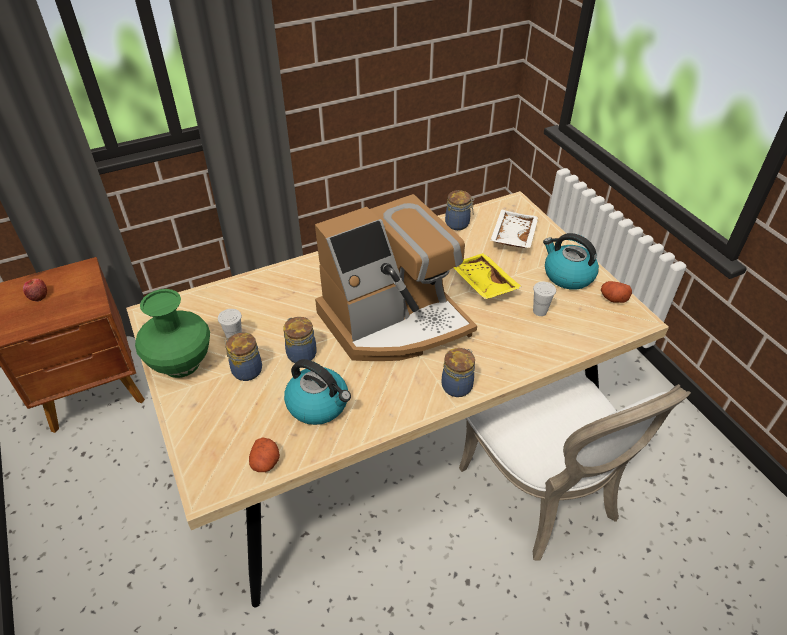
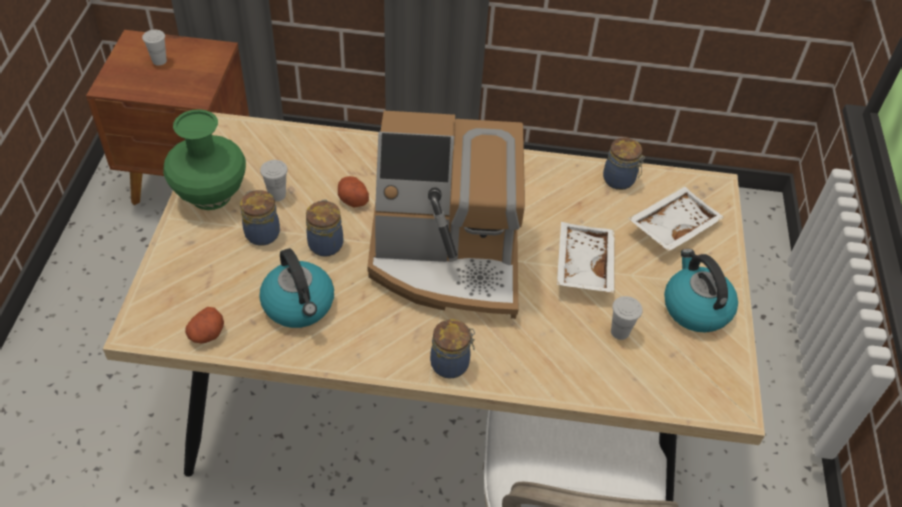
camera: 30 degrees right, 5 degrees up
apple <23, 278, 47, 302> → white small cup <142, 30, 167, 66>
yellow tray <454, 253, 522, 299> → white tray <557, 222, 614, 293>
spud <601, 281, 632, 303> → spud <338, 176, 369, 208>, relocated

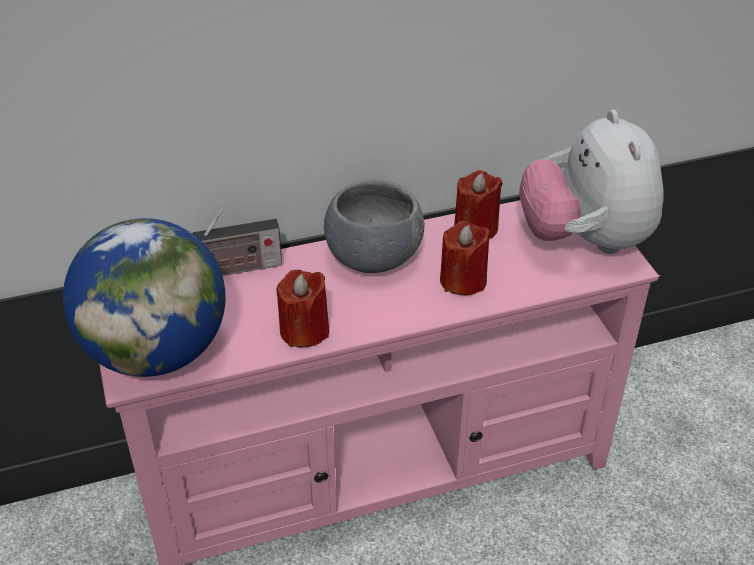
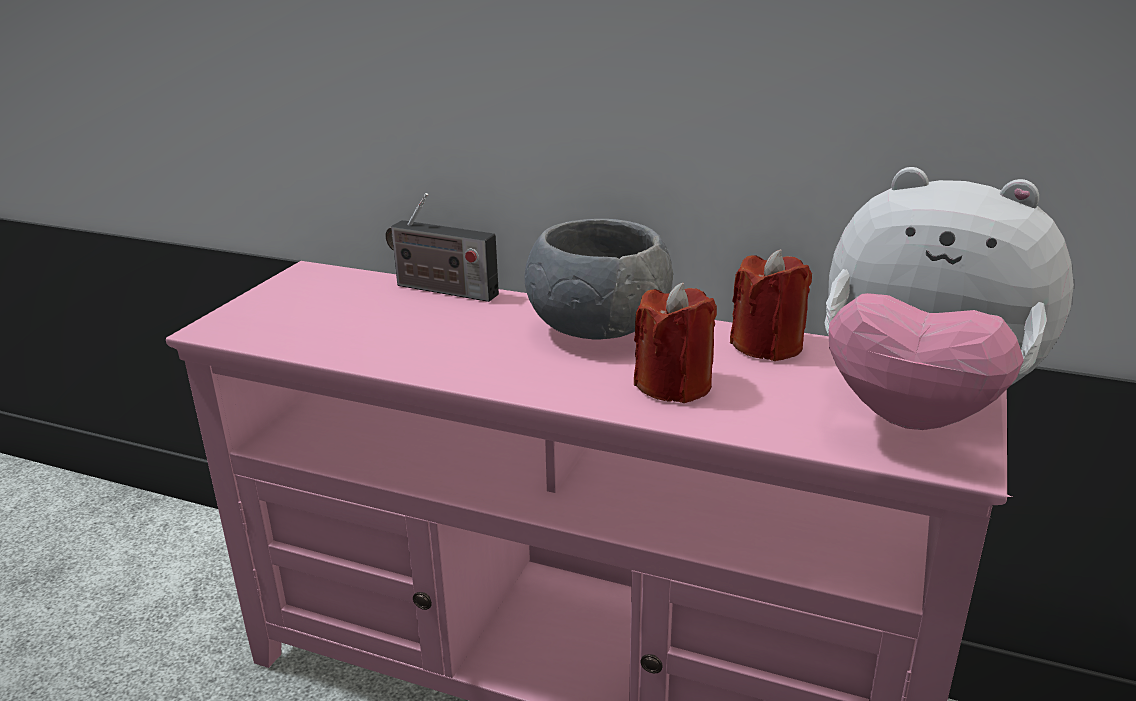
camera: 40 degrees right, 15 degrees down
desk globe <63, 218, 226, 377> → -
reddish wax candle <276, 270, 329, 347> → -
cuddly toy <519, 109, 664, 254> → cuddly toy <825, 167, 1074, 430>, 90 degrees counterclockwise

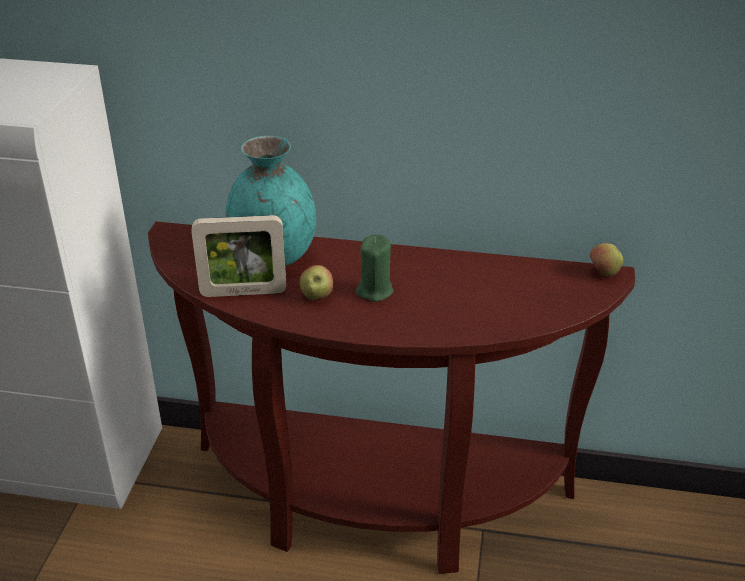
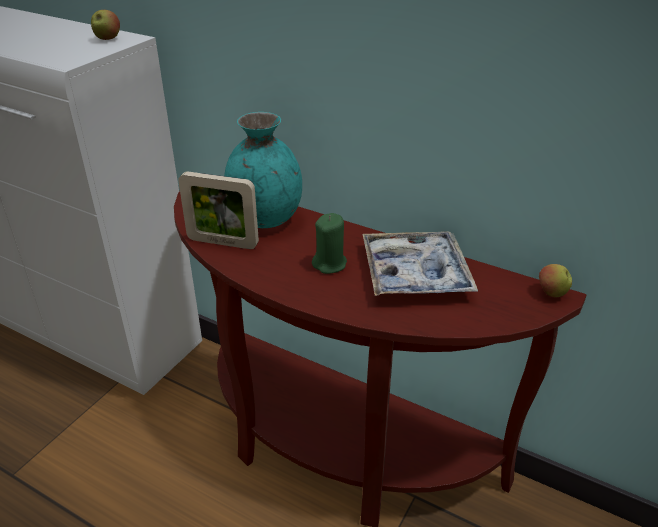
camera: 20 degrees right, 0 degrees up
apple <299, 265, 333, 300> → apple <91, 10, 120, 40>, relocated
- → tray <362, 231, 478, 296>

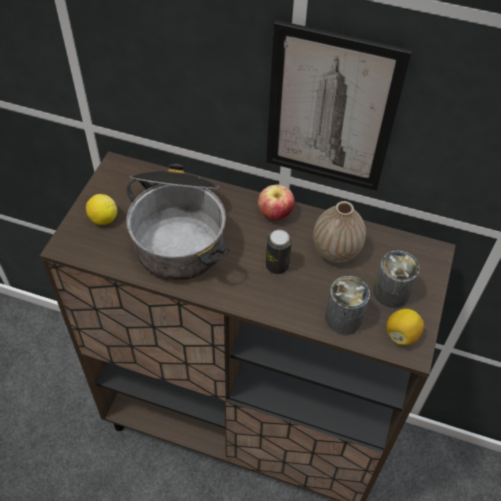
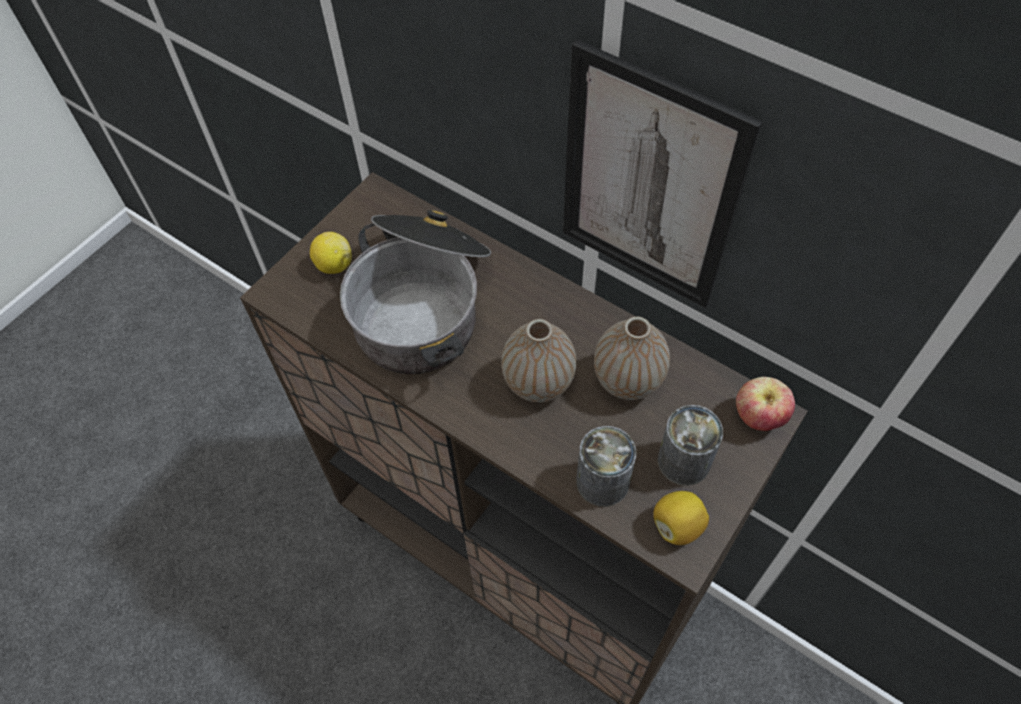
camera: 20 degrees right, 5 degrees up
apple <258, 185, 295, 220> → apple <736, 377, 795, 431>, relocated
can <266, 230, 292, 274> → flower vase <501, 319, 576, 402>

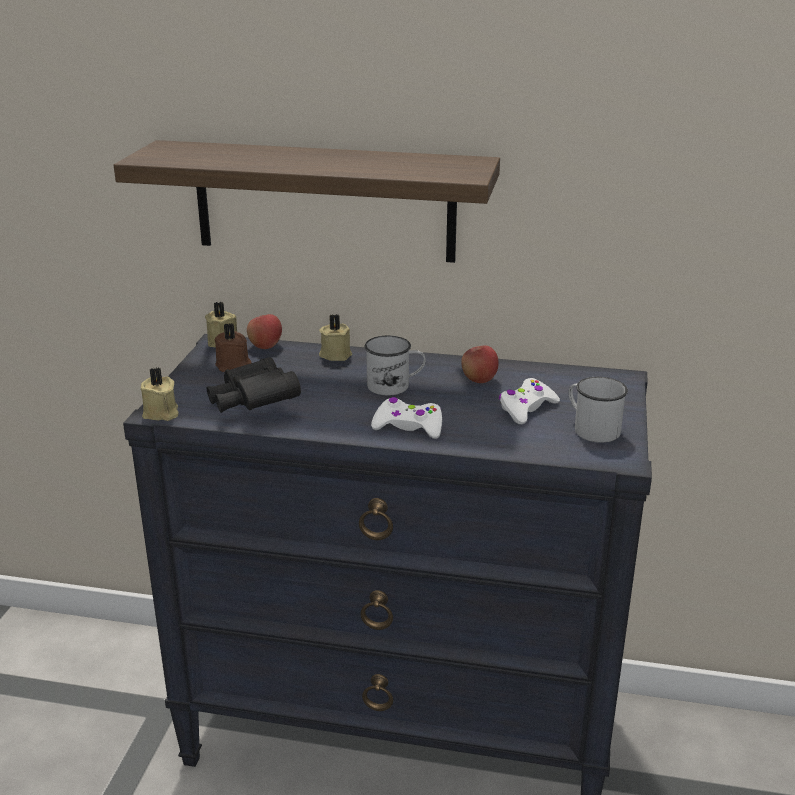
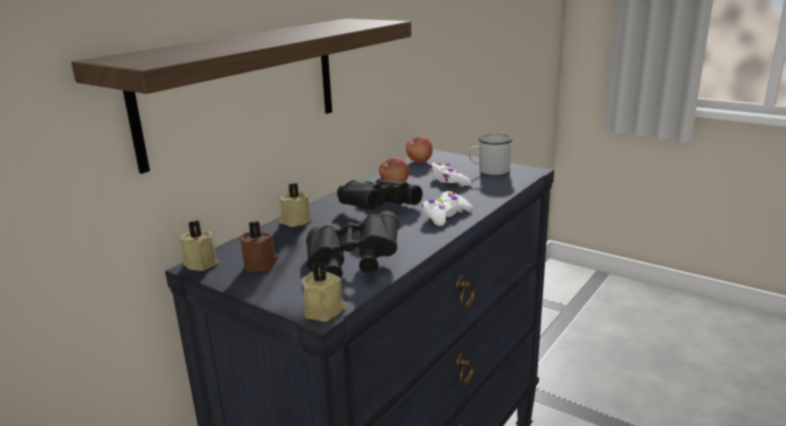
camera: 65 degrees left, 5 degrees down
apple <247, 314, 282, 349> → apple <406, 136, 433, 163>, relocated
white tea mug <365, 336, 426, 395> → black-coloured field glasses <337, 178, 423, 210>

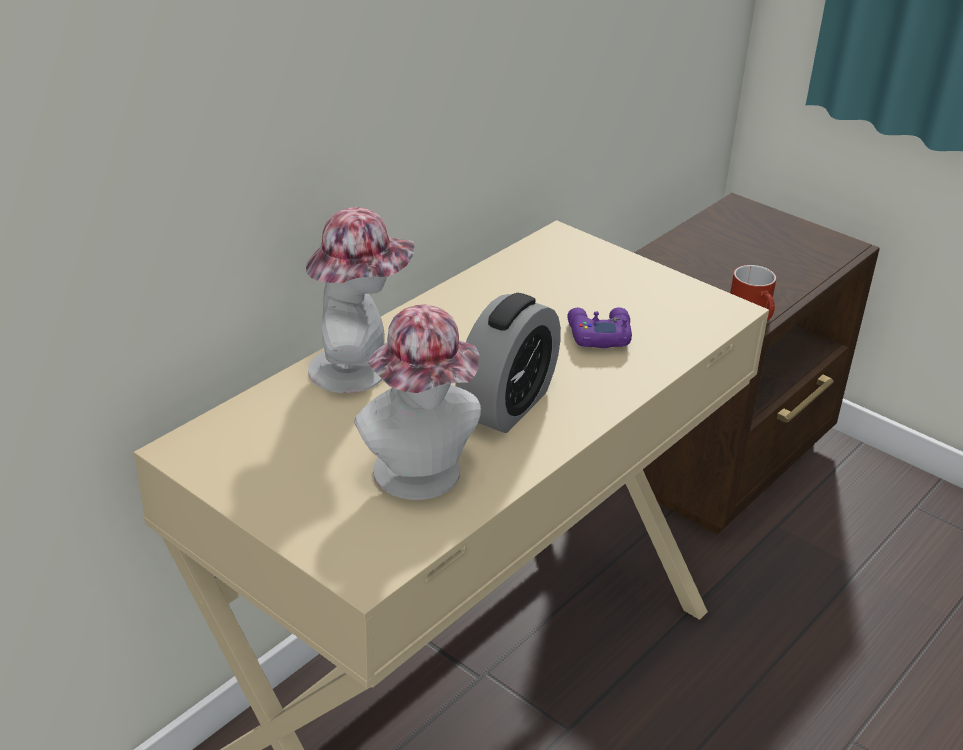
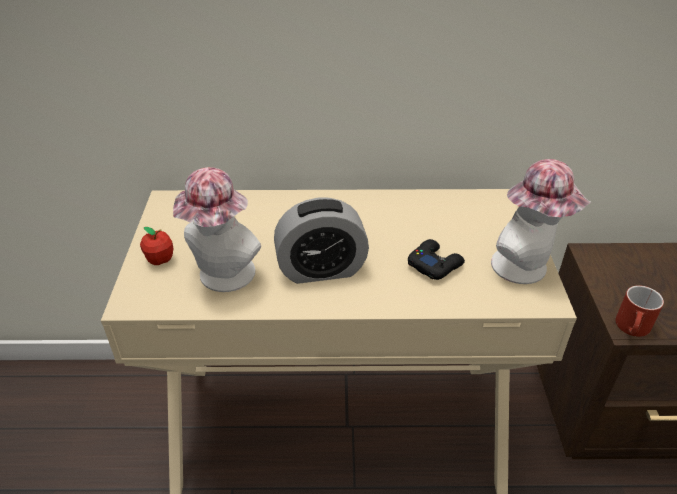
camera: 50 degrees right, 5 degrees up
wearable hat <306, 207, 415, 393> → wearable hat <491, 159, 590, 284>, relocated
purple gamepad <567, 307, 632, 348> → black-coloured gamepad <408, 239, 465, 280>
- → apple <140, 227, 173, 265>

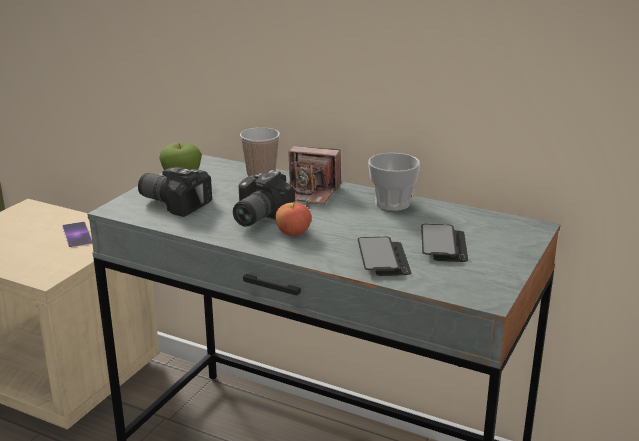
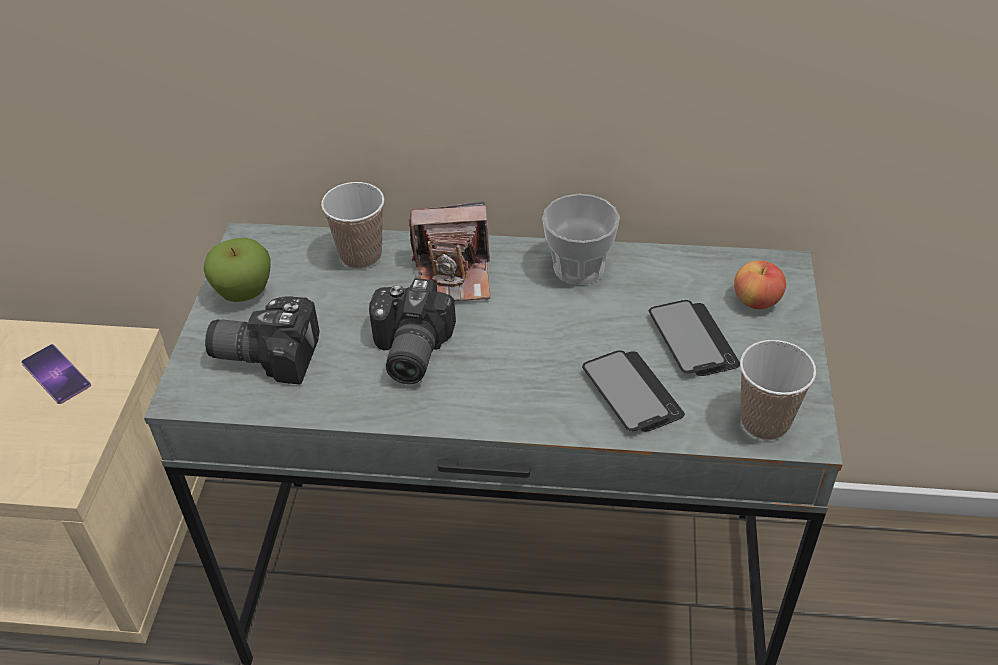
camera: 20 degrees left, 20 degrees up
apple <275, 200, 311, 236> → apple <734, 260, 786, 309>, relocated
- → small cup <740, 340, 816, 440>

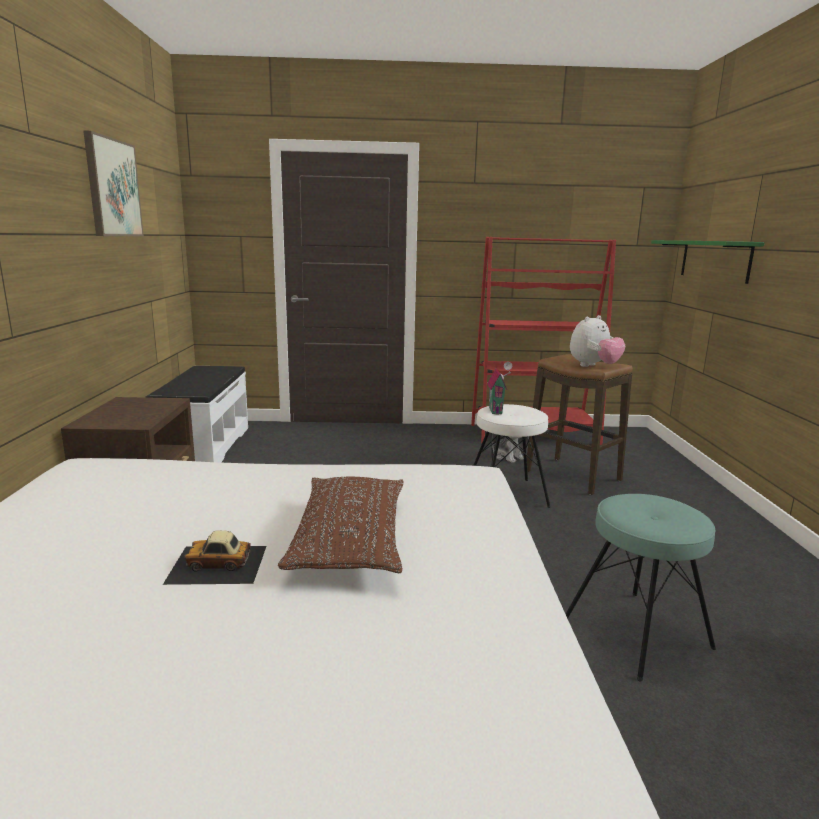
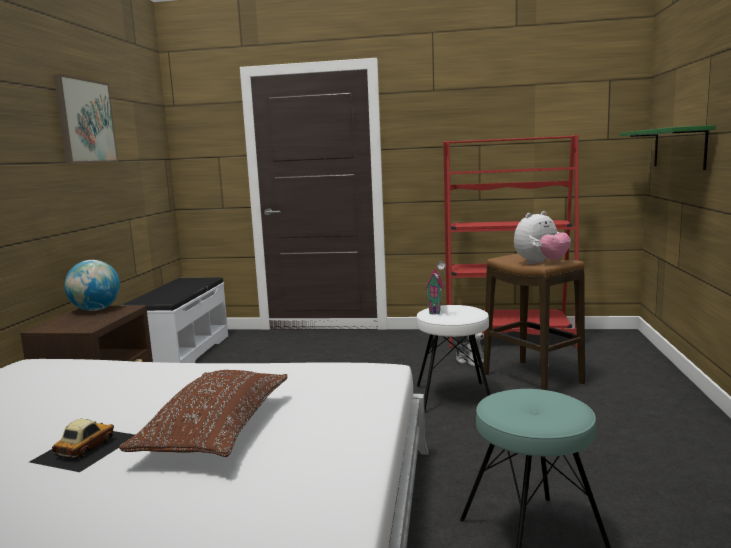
camera: 10 degrees right, 5 degrees down
toy car <163, 530, 267, 585> → toy car <29, 419, 135, 472>, 105 degrees clockwise
- → desk globe <64, 260, 120, 311>

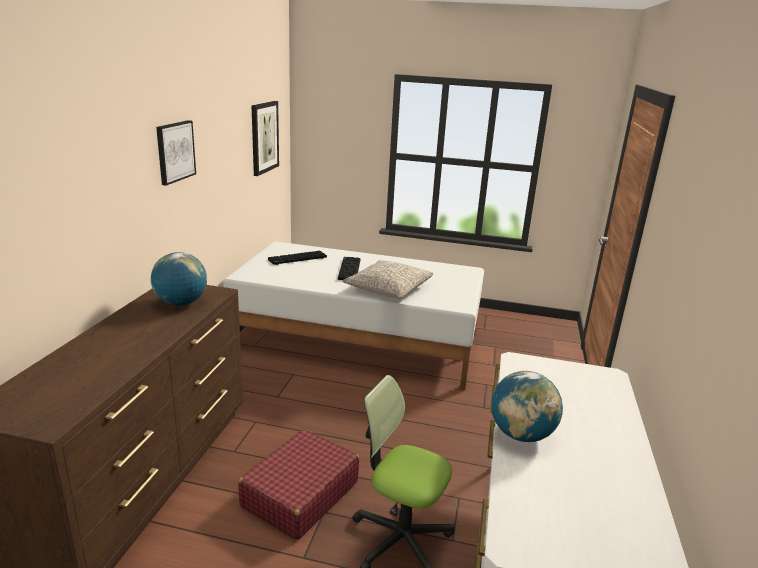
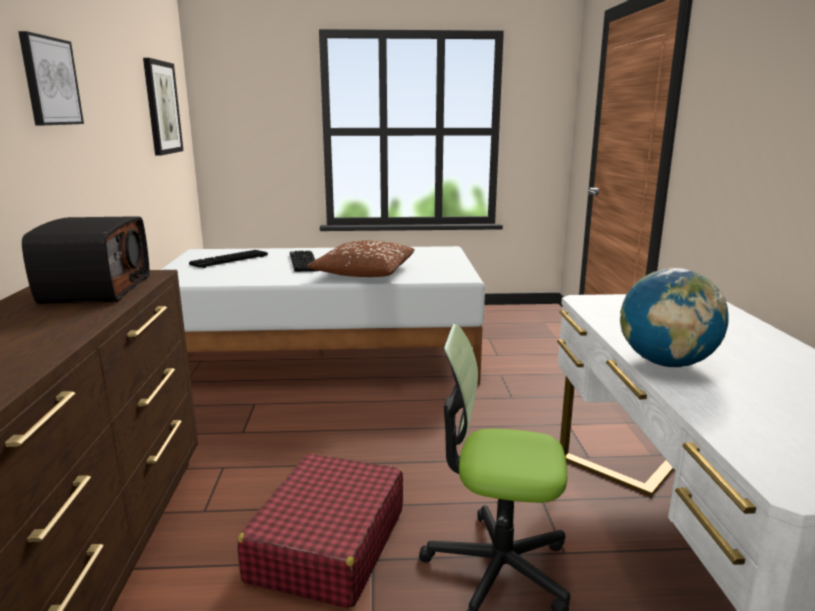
camera: 15 degrees left, 5 degrees down
desk globe <151, 252, 207, 306> → radio receiver <22, 216, 150, 304>
grey cushion <342, 260, 433, 299> → brownish cushion <307, 240, 415, 277>

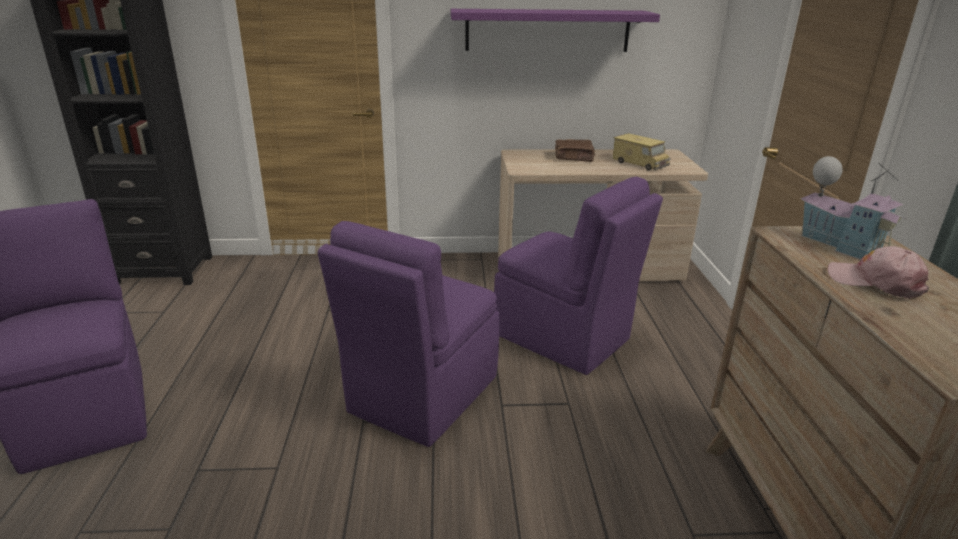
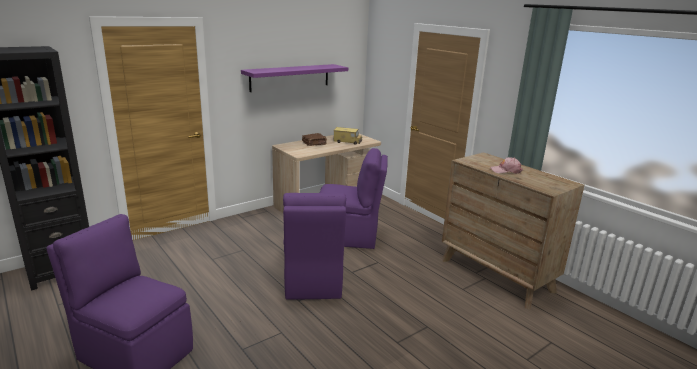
camera: 35 degrees left, 5 degrees down
model house <801, 156, 907, 260> → -

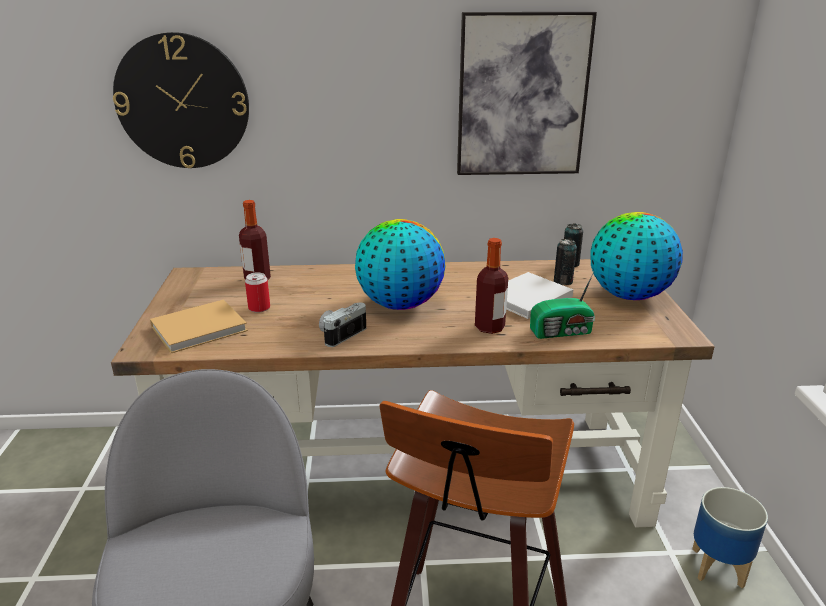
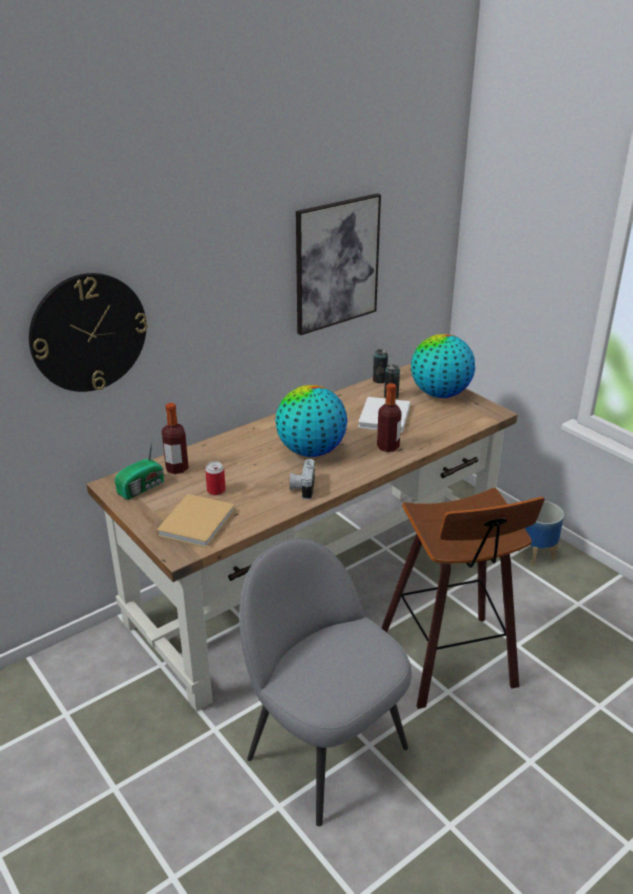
camera: 35 degrees left, 5 degrees up
radio receiver <530, 271, 595, 339> → radio receiver <115, 435, 164, 500>, relocated

